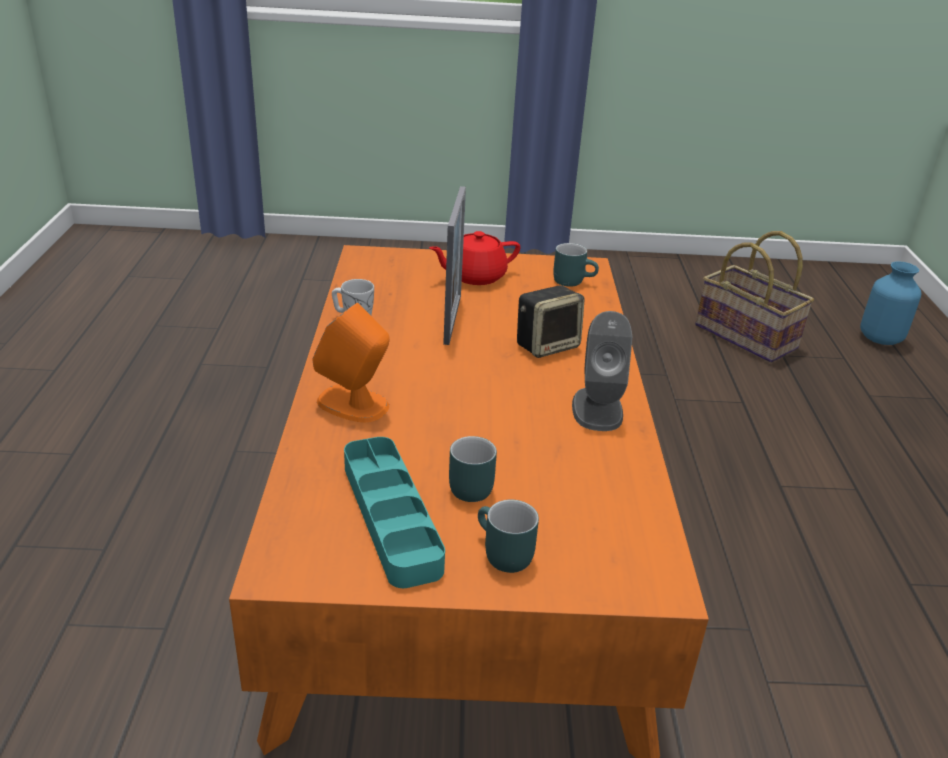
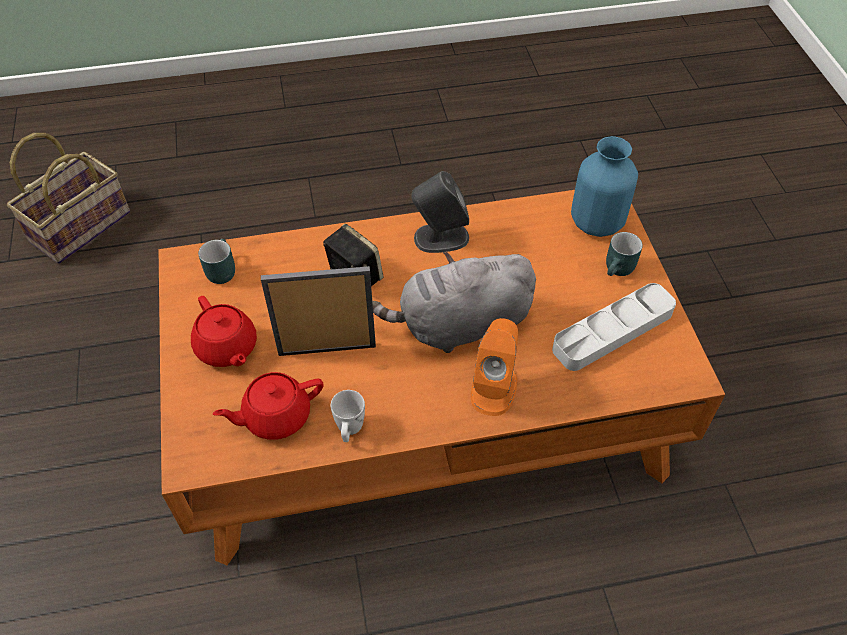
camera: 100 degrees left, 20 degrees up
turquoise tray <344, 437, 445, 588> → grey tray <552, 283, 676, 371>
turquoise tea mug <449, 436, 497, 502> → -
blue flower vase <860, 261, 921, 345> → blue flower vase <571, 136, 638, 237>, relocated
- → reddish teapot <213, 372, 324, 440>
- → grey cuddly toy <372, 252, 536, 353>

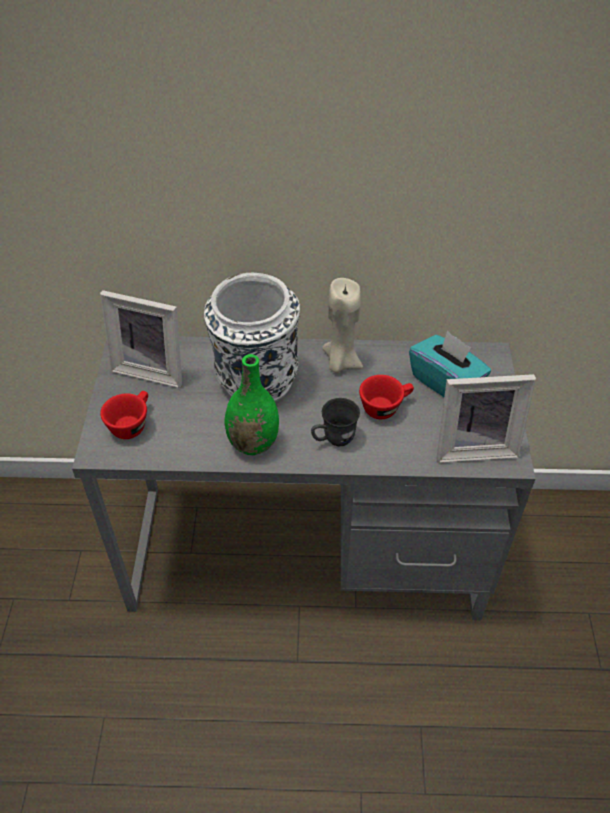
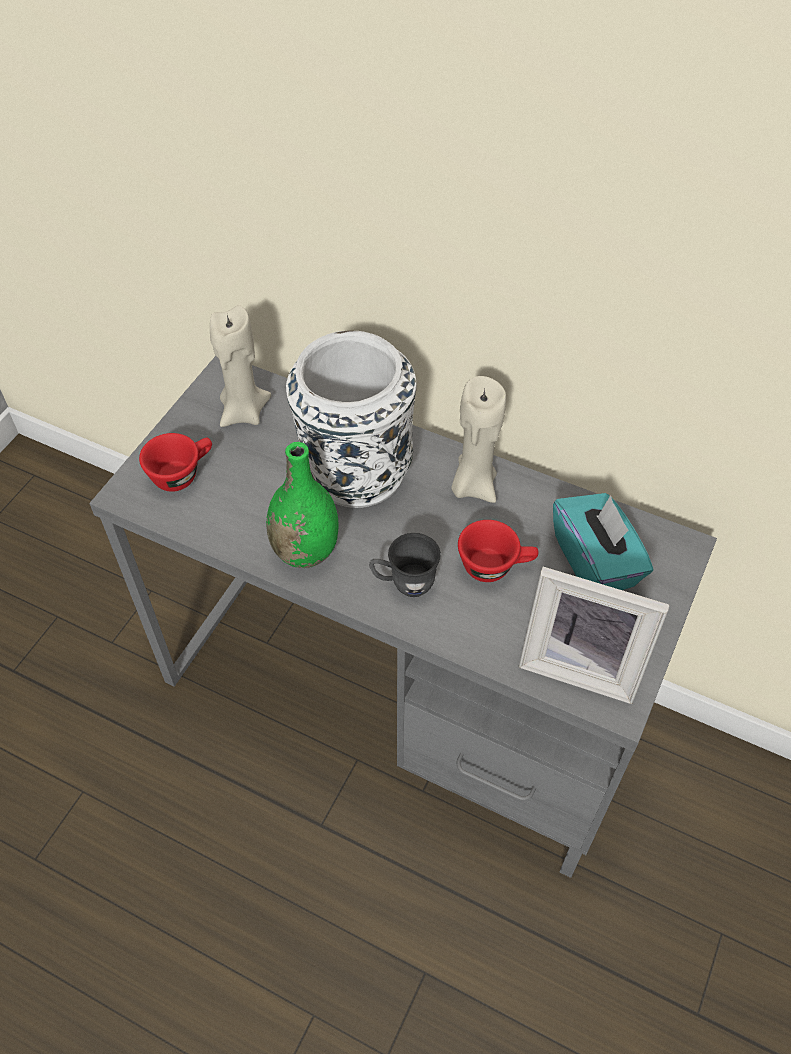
camera: 25 degrees right, 5 degrees up
picture frame <100, 290, 182, 388> → sand-coloured wax candle <210, 305, 271, 427>

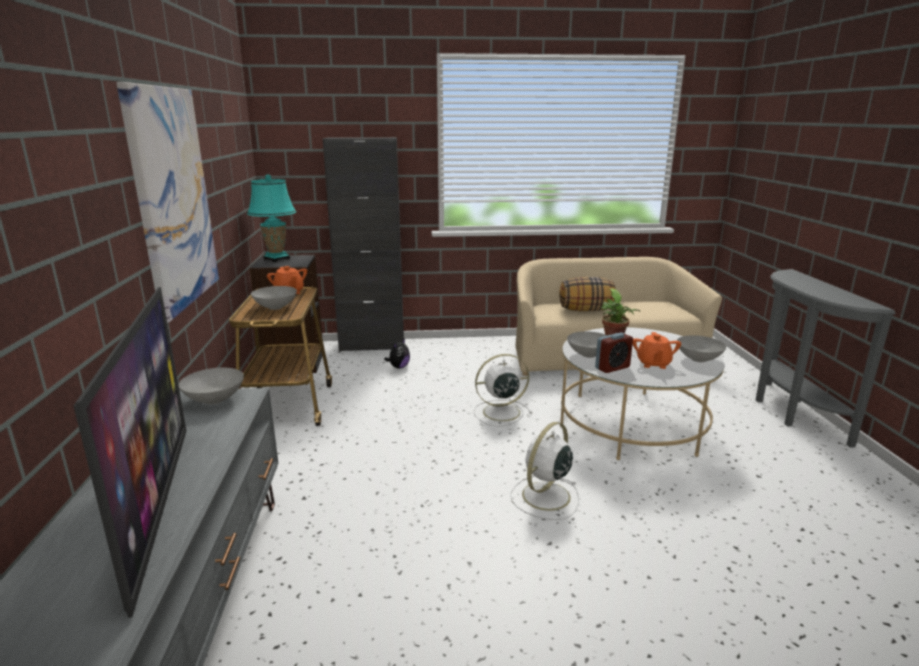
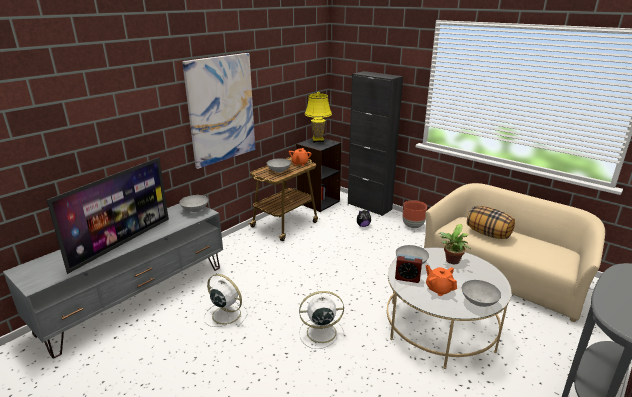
camera: 45 degrees right, 5 degrees up
turquoise table lamp <247, 174, 296, 262> → yellow table lamp <304, 92, 332, 143>
white electric fan <473, 354, 532, 427> → white electric fan <204, 274, 248, 327>, relocated
orange-coloured teapot <633, 332, 681, 369> → orange-coloured teapot <426, 265, 457, 296>, 90 degrees clockwise
- → brownish flower pot <402, 200, 427, 228>

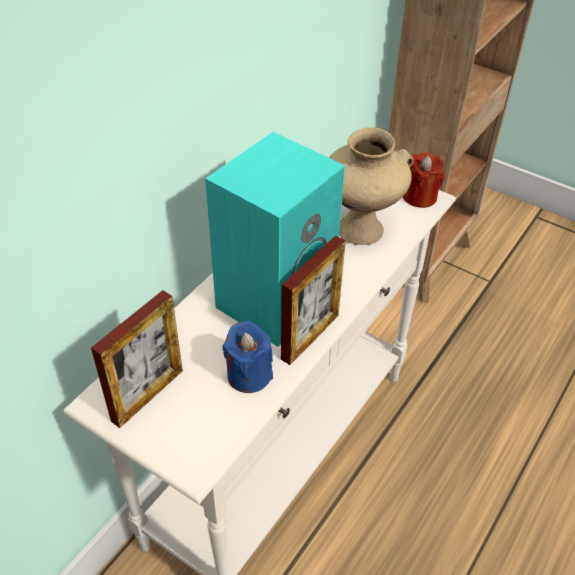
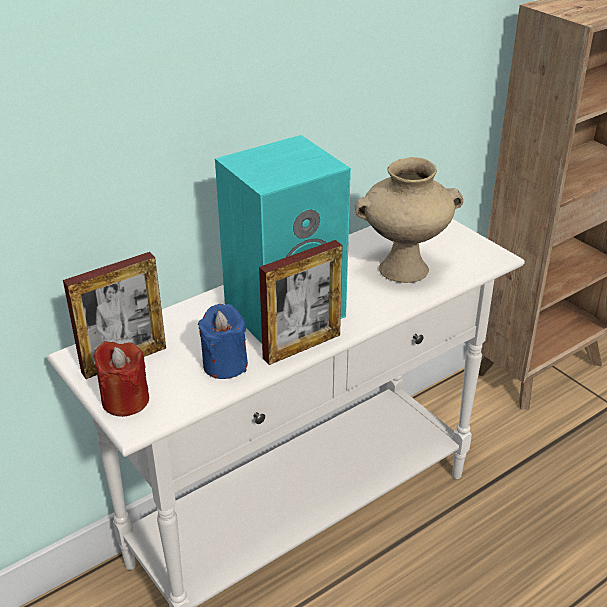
camera: 20 degrees right, 10 degrees down
reddish wax candle <403, 152, 444, 208> → reddish wax candle <93, 341, 149, 417>, relocated

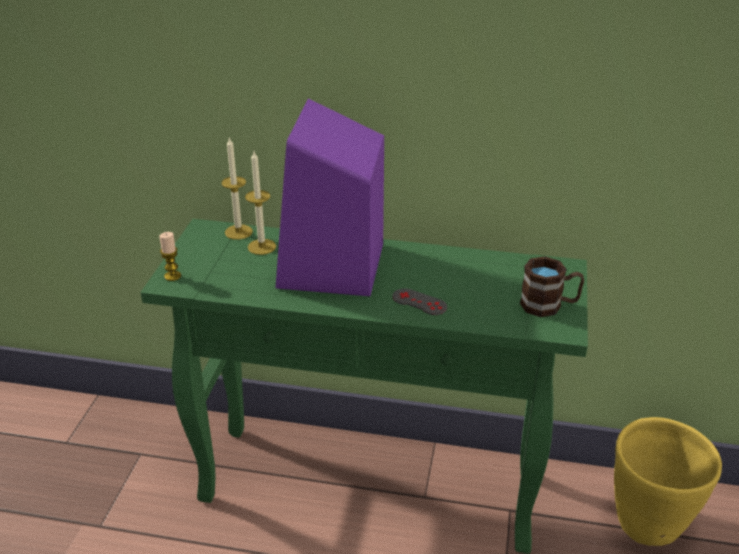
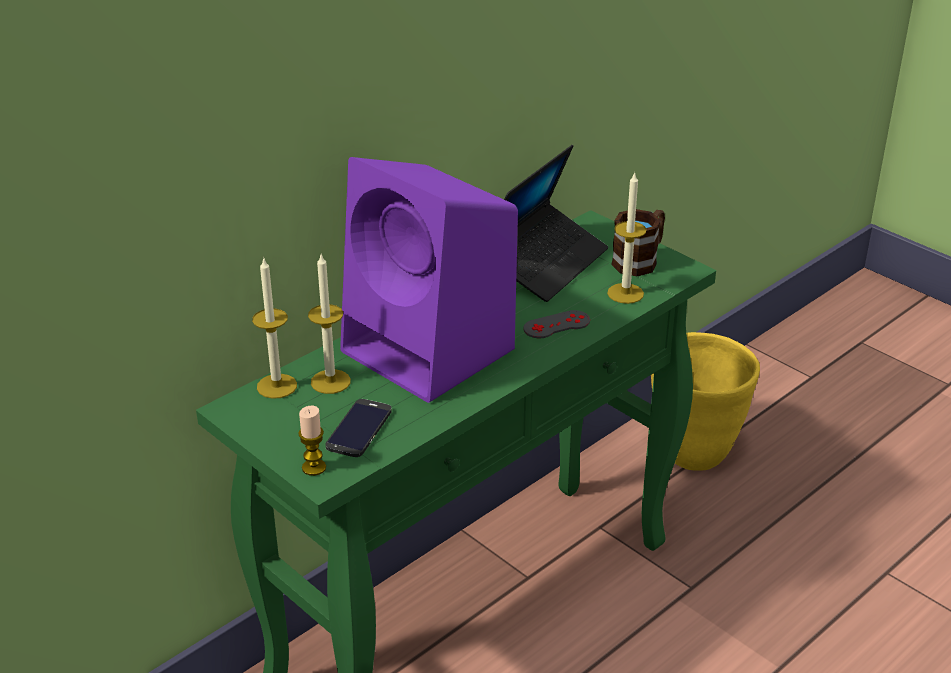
camera: 55 degrees left, 0 degrees up
- → phone <326, 399, 392, 457>
- → portable computer <504, 145, 608, 302>
- → wax candle <607, 172, 646, 304>

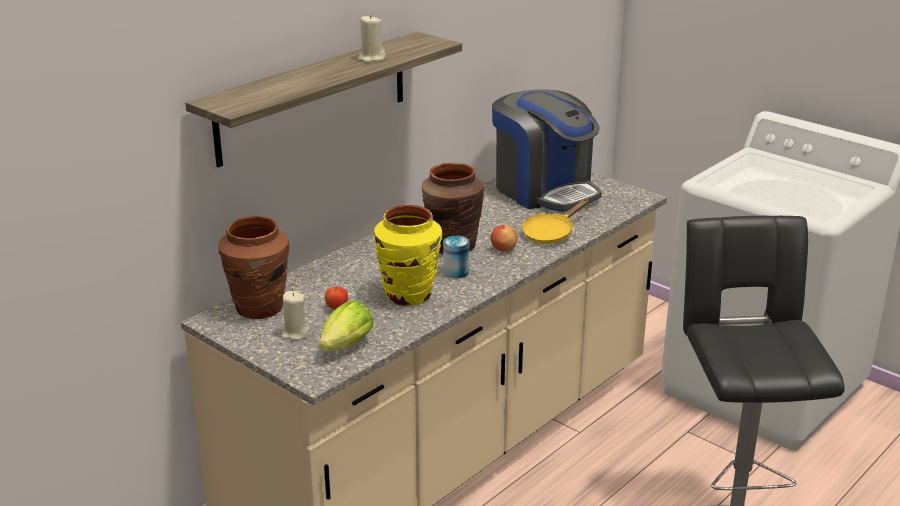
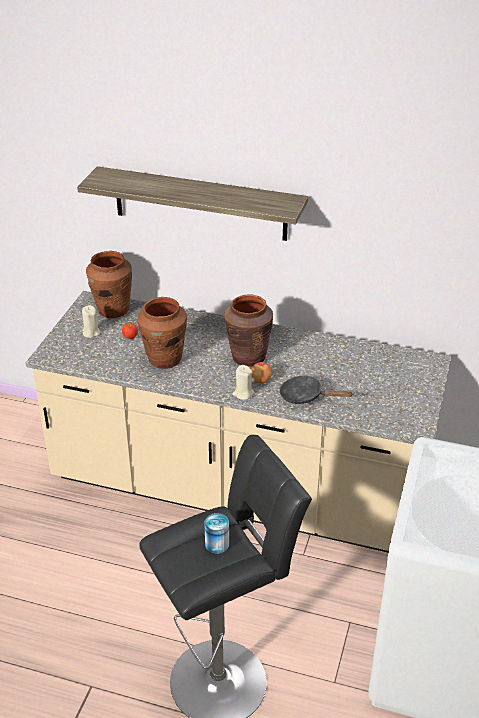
camera: 65 degrees right, 10 degrees up
lettuce head <320, 300, 373, 351> → -
sand-coloured wax candle <358, 15, 386, 63> → sand-coloured wax candle <232, 365, 254, 400>, relocated
yellow flower vase <374, 205, 442, 306> → brownish flower vase <137, 297, 187, 369>
can <443, 236, 469, 279> → can <204, 513, 229, 554>, relocated
coffee machine <492, 89, 602, 212> → -
yellow frying pan <522, 199, 589, 244> → black-coloured frying pan <279, 375, 352, 404>

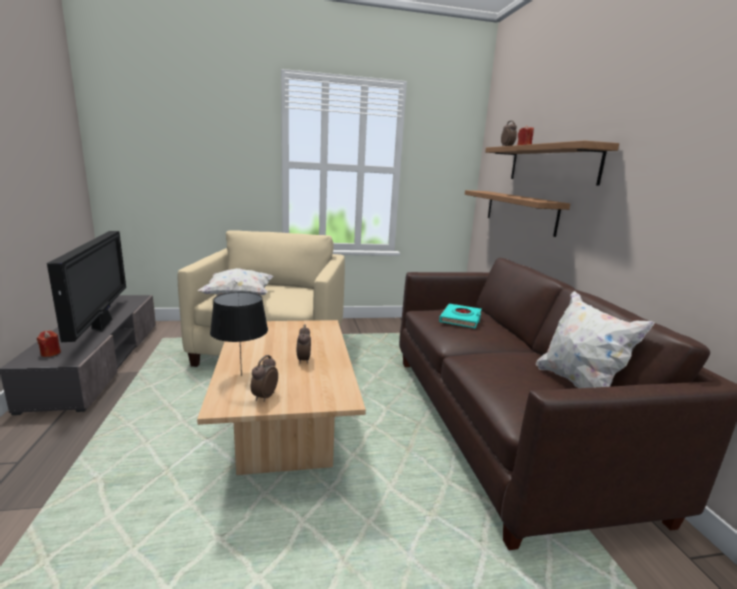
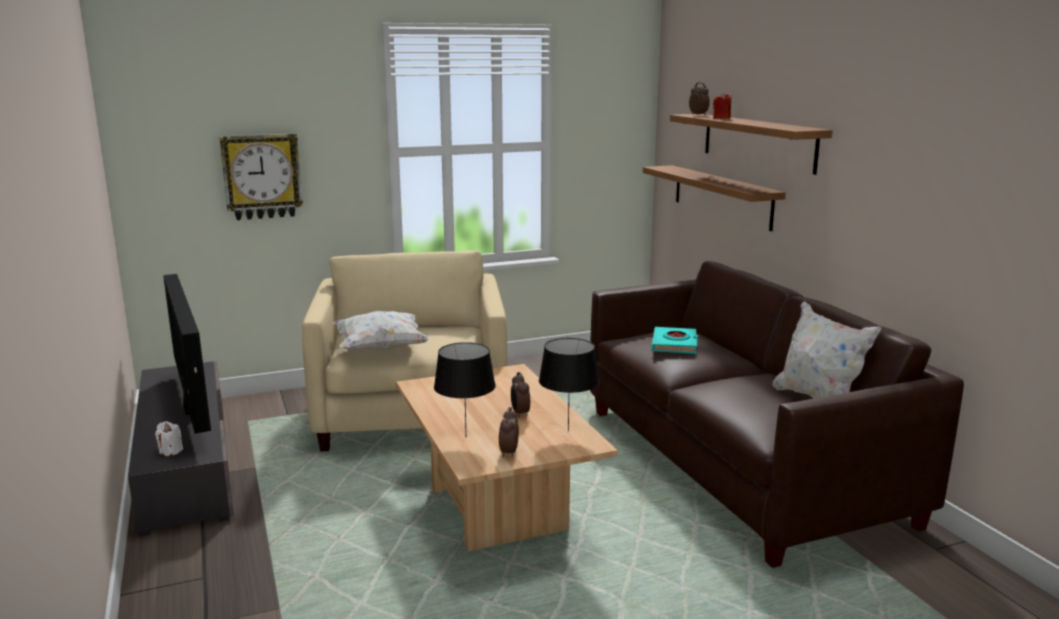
camera: 10 degrees left, 0 degrees up
reddish wax candle <37, 330, 61, 357> → white wax candle <155, 421, 183, 456>
- → wall clock <219, 133, 303, 220>
- → black-coloured table lamp <539, 338, 600, 431>

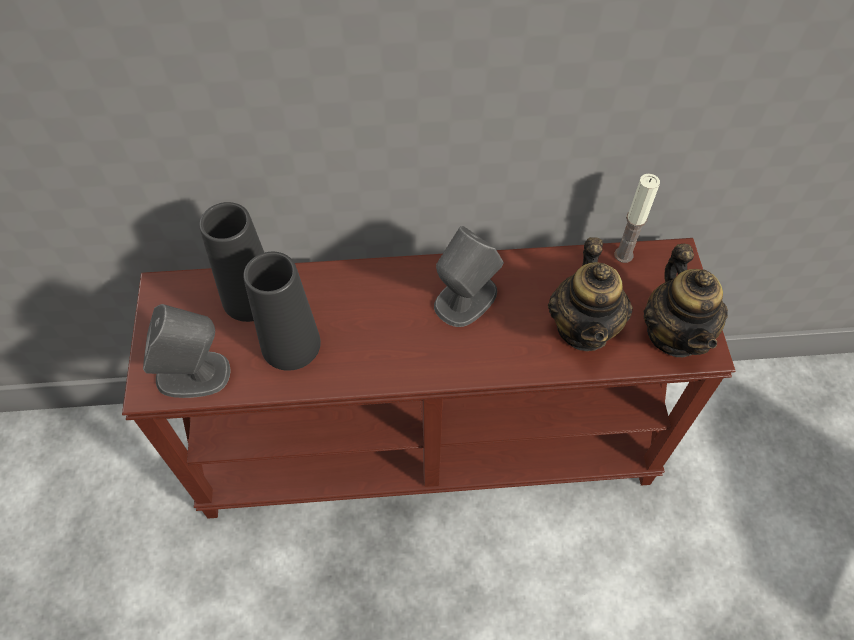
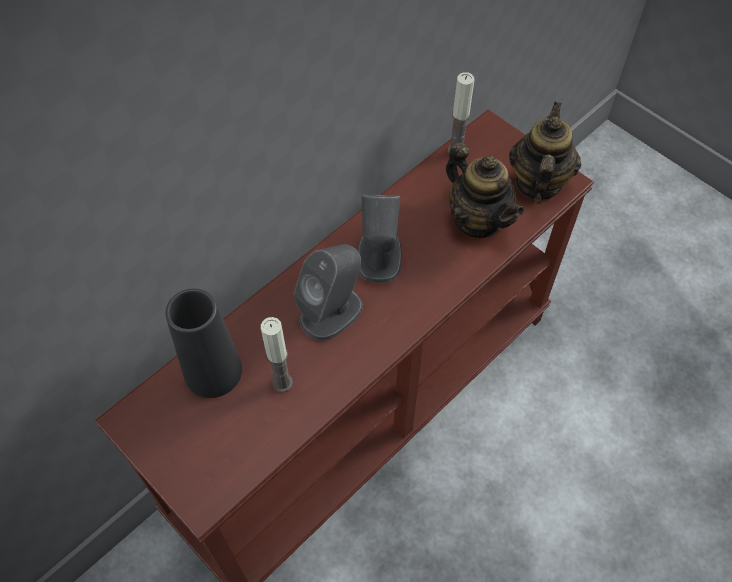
camera: 40 degrees left, 0 degrees up
grey audio speaker <143, 304, 230, 398> → grey audio speaker <294, 244, 363, 341>, relocated
black-coloured flower vase <243, 252, 321, 371> → wax candle <261, 317, 293, 392>
teapot <643, 244, 728, 357> → teapot <509, 102, 581, 204>, 120 degrees counterclockwise

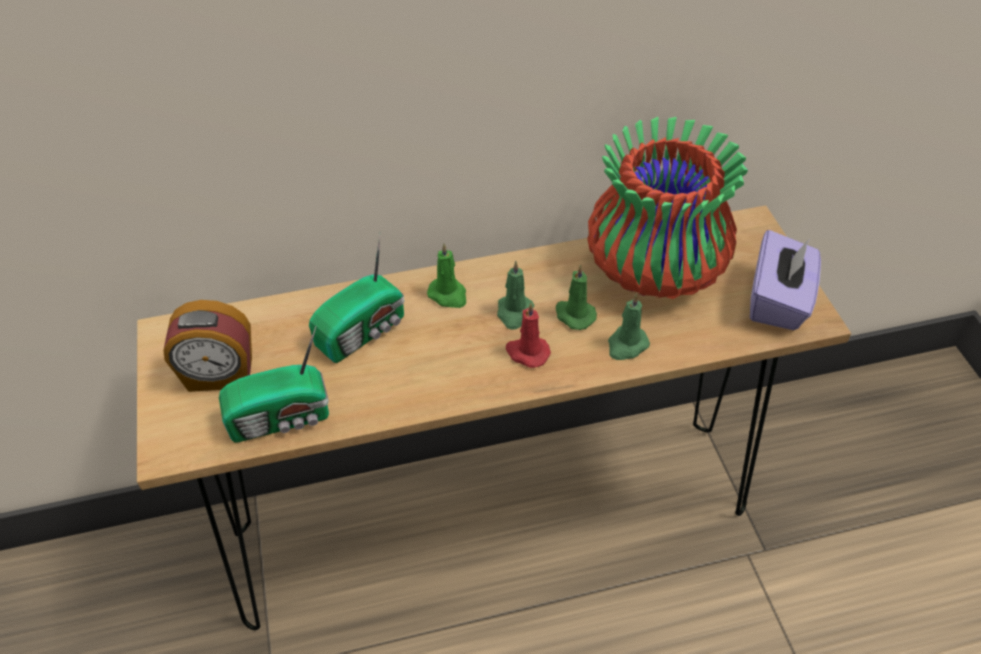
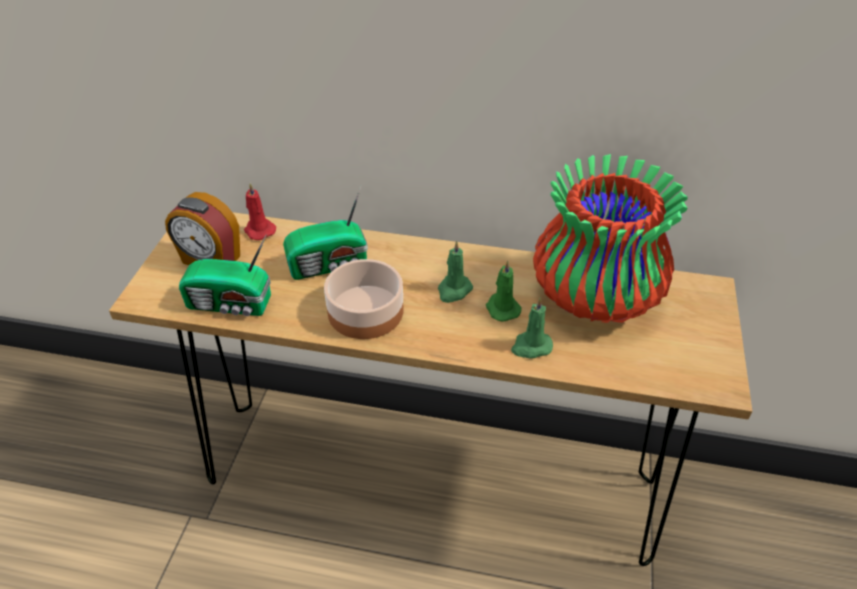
camera: 25 degrees right, 5 degrees down
green wax candle <427, 243, 466, 308> → -
reddish wax candle <506, 302, 551, 368> → reddish wax candle <244, 183, 276, 240>, relocated
purple tissue holder <750, 230, 821, 330> → -
- → bowl <324, 259, 403, 339>

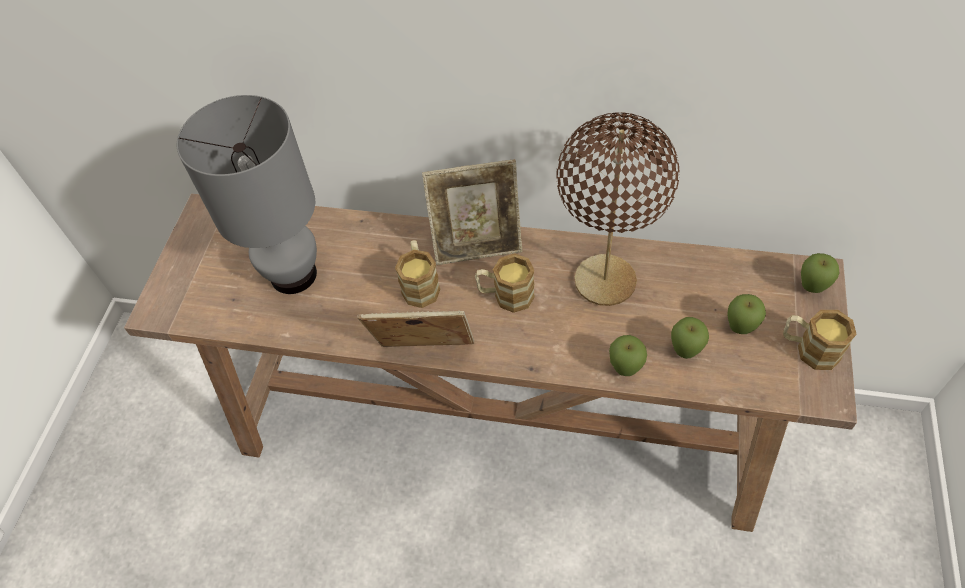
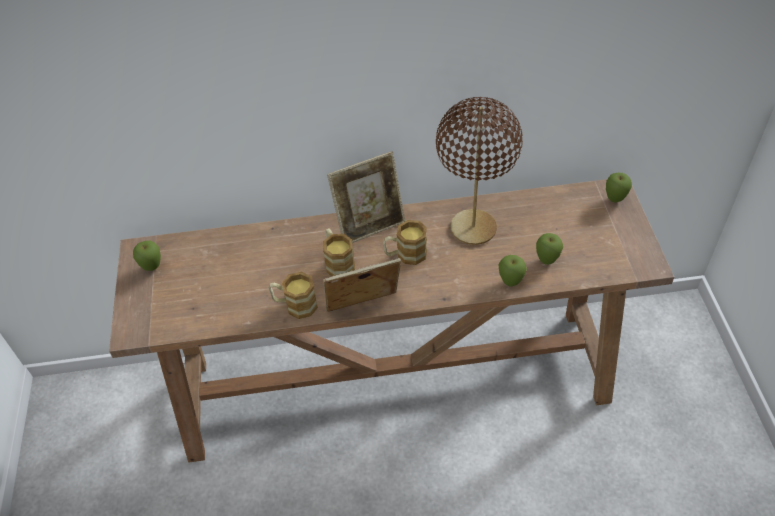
camera: 20 degrees left, 5 degrees down
grey table lamp <177, 95, 317, 294> → -
apple <727, 294, 766, 334> → apple <133, 241, 161, 271>, relocated
tea mug <783, 310, 857, 370> → tea mug <269, 272, 318, 319>, relocated

